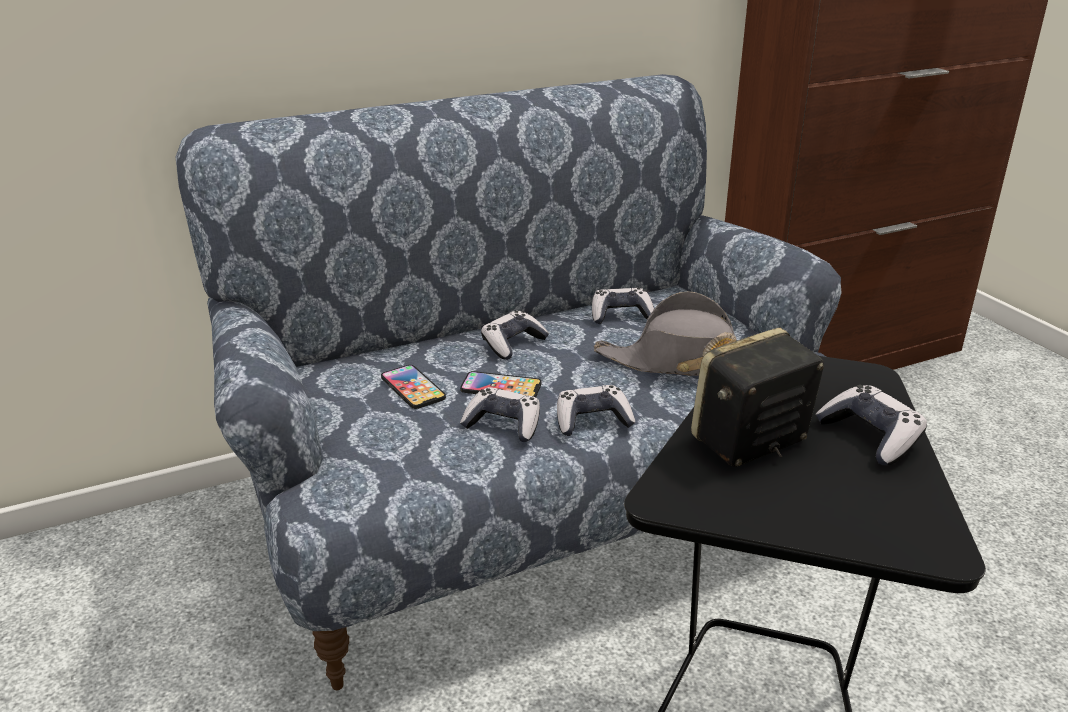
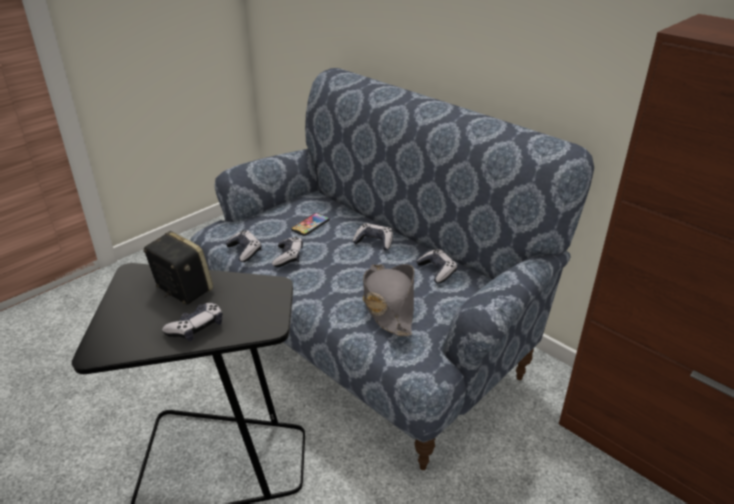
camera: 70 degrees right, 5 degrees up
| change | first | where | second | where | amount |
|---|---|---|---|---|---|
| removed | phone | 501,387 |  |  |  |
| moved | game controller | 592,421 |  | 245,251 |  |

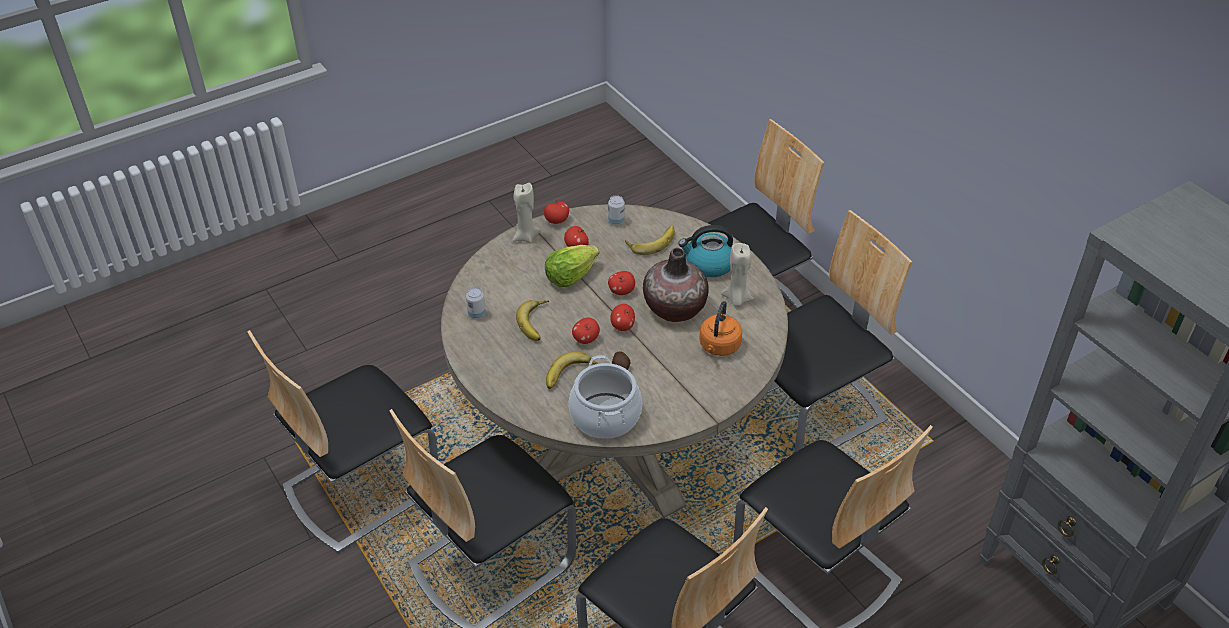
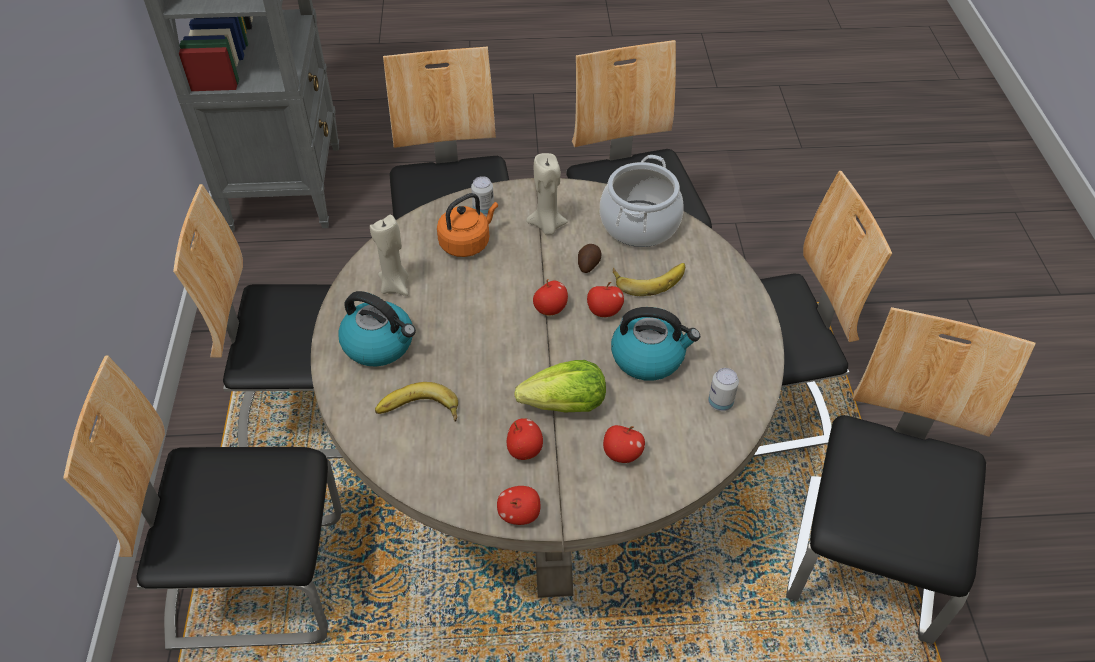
camera: 150 degrees left, 5 degrees up
| change | first | where | second | where | amount |
|---|---|---|---|---|---|
| removed | vase | 674,308 |  |  |  |
| moved | candle (beige) | 525,237 |  | 547,226 |  |
| moved | can | 616,221 |  | 483,210 |  |
| moved | apple | 621,291 |  | 622,454 |  |
| replaced | banana | 537,323 | kettle | 649,357 |  |
| turned | chair | 360,487 |  | 866,558 | 60 degrees counterclockwise |

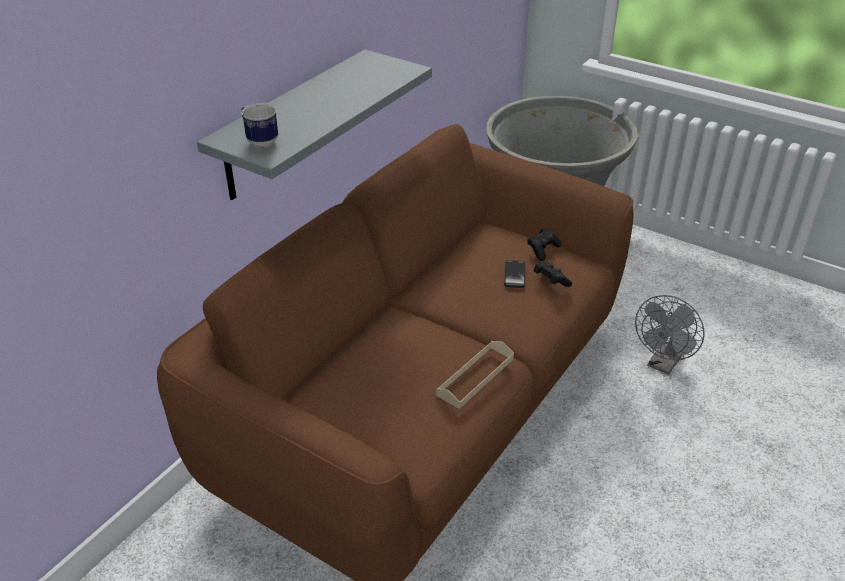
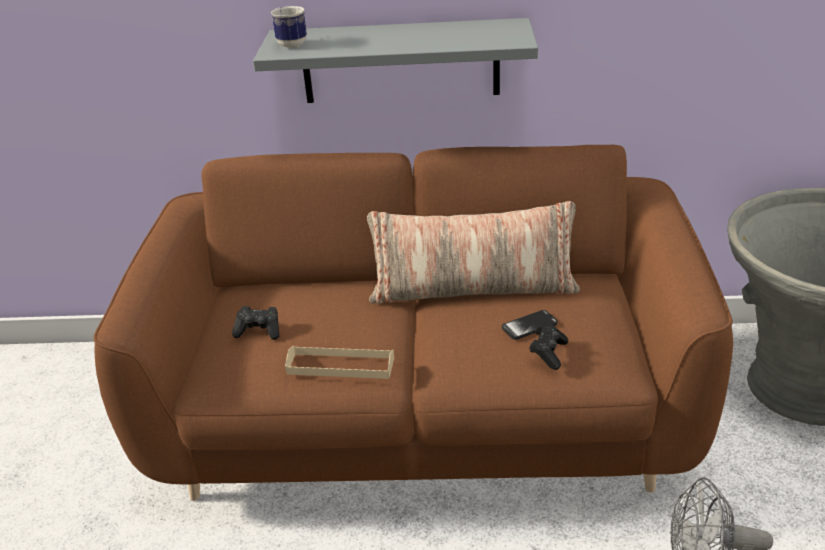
camera: 60 degrees right, 5 degrees down
| change | first | where | second | where | amount |
|---|---|---|---|---|---|
| added |  |  | pillow | 473,289 |  |
| moved | game controller (black) | 543,250 |  | 259,331 |  |

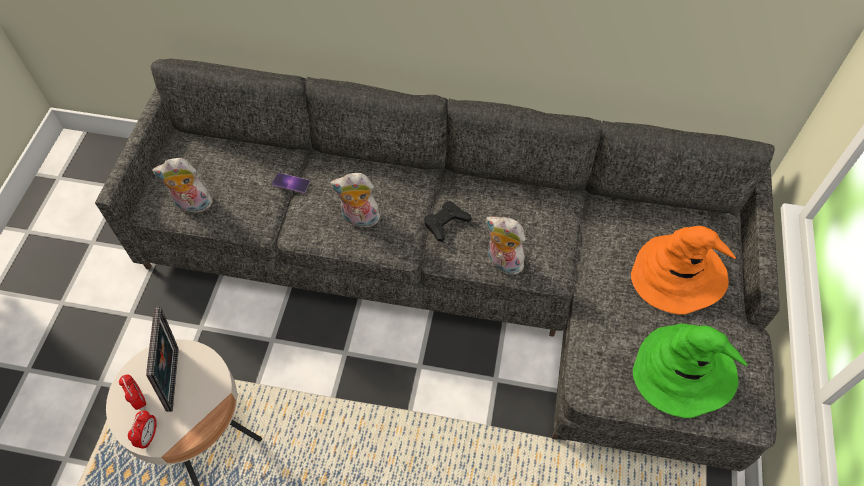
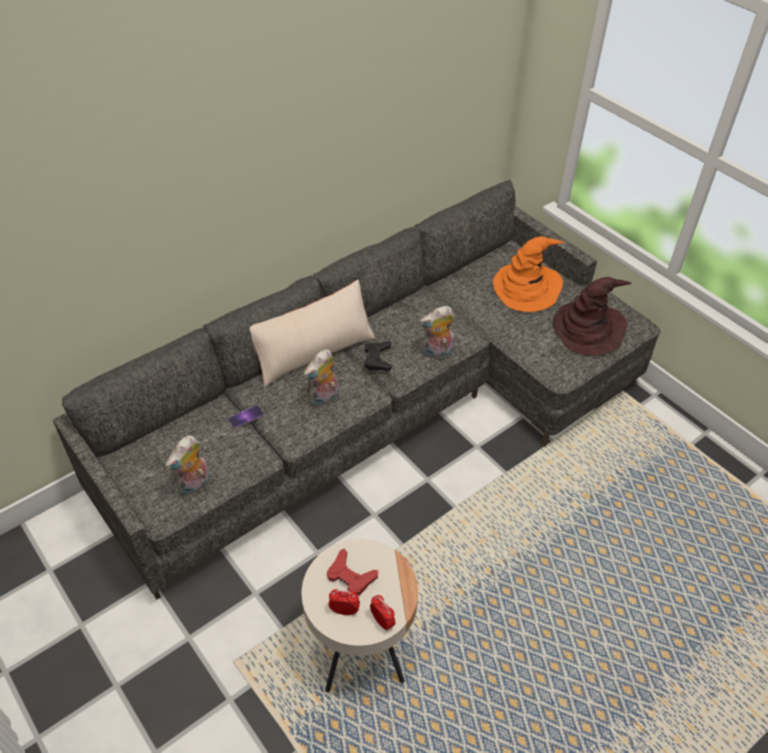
camera: 50 degrees left, 10 degrees down
| change | first | where | second | where | amount |
|---|---|---|---|---|---|
| added |  |  | pillow (beige) | 313,352 |  |
| replaced | picture frame | 177,379 | game controller (red) | 350,576 |  |
| recoloured | hat (green) | 683,371 | hat (brown) | 588,329 |  |

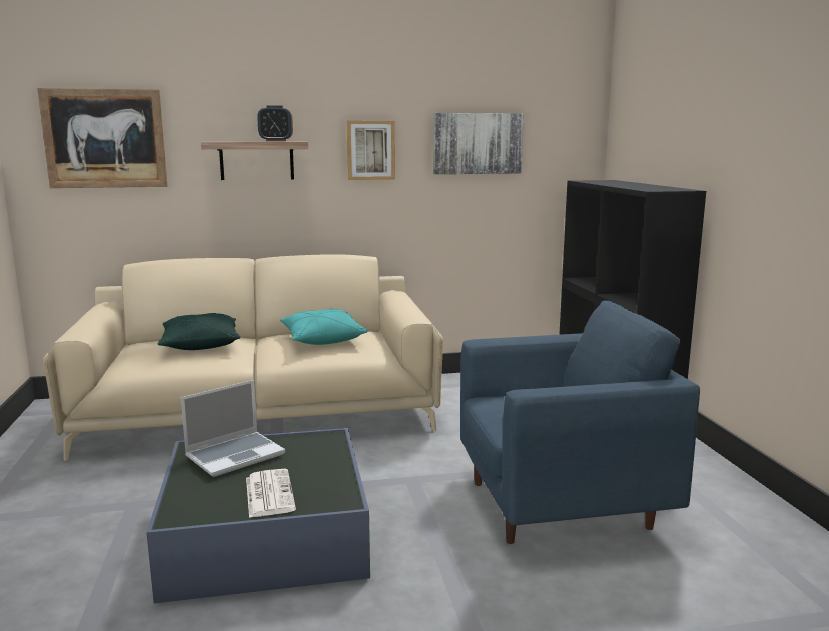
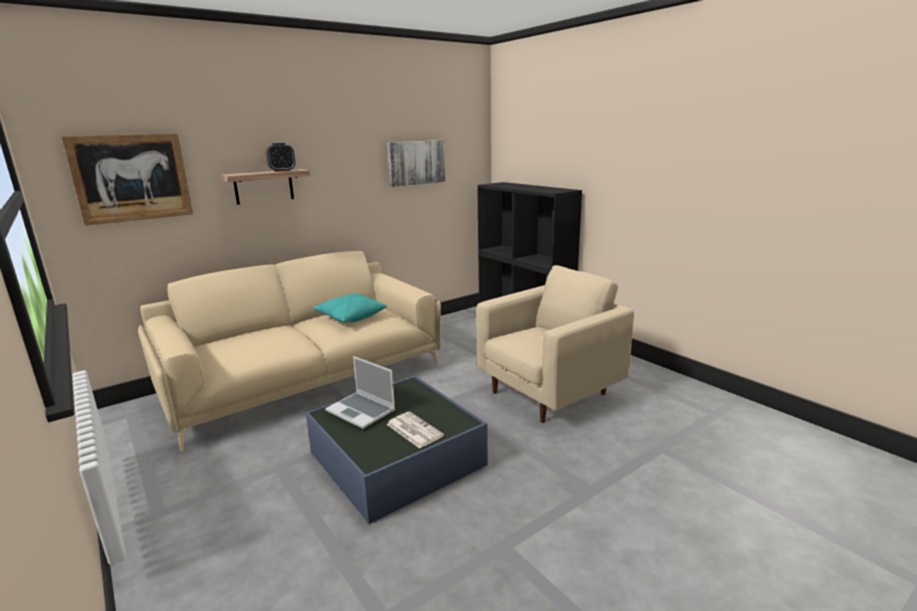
camera: 25 degrees left, 5 degrees up
| change | first | where | second | where | amount |
|---|---|---|---|---|---|
| removed | pillow (green) | 200,344 |  |  |  |
| removed | picture | 370,150 |  |  |  |
| recoloured | armchair (blue) | 559,505 | armchair (beige) | 549,393 |  |
| turned | laptop | 235,455 |  | 362,411 | 105 degrees clockwise |

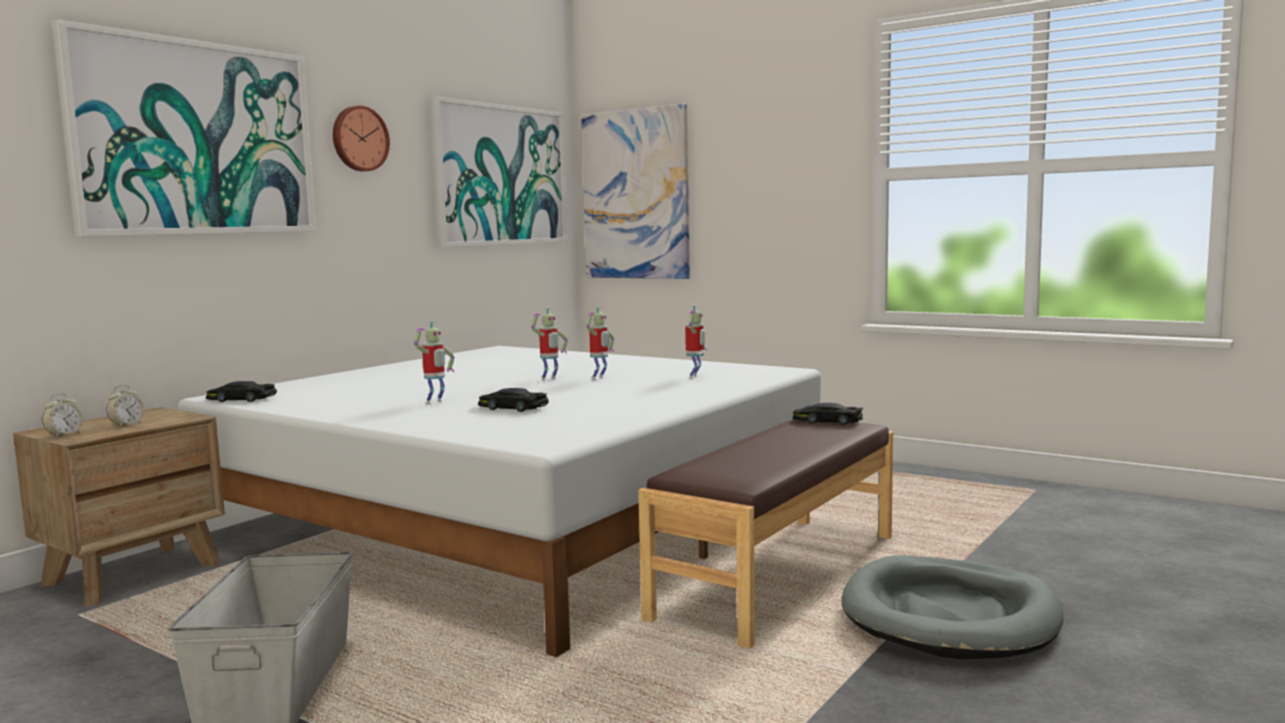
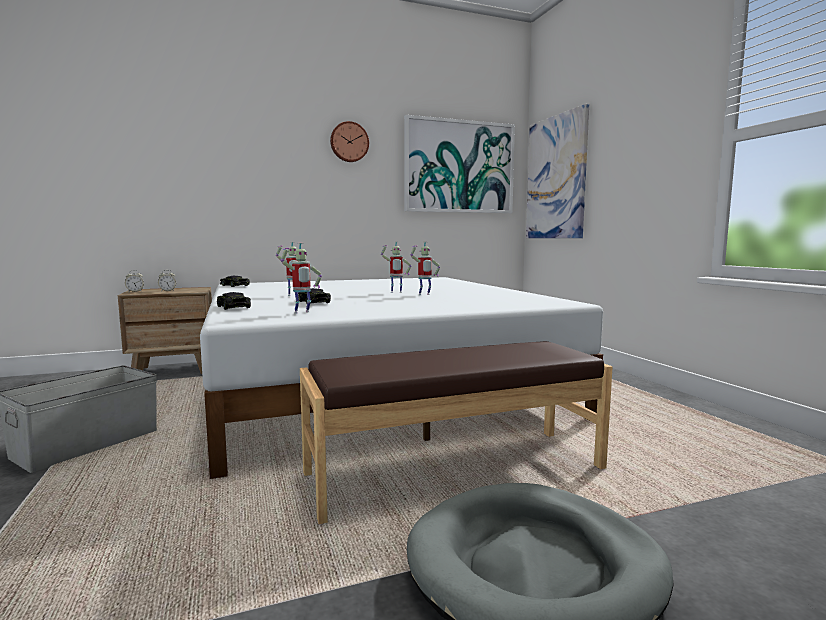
camera: 35 degrees right, 0 degrees up
| change | first | where | second | where | amount |
|---|---|---|---|---|---|
| removed | picture | 196,139 |  |  |  |
| moved | toy robot | 695,377 |  | 302,313 |  |
| moved | toy car (black) | 827,421 |  | 233,307 |  |

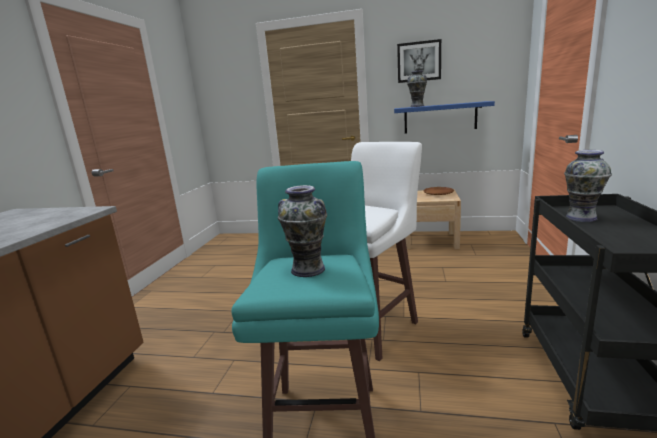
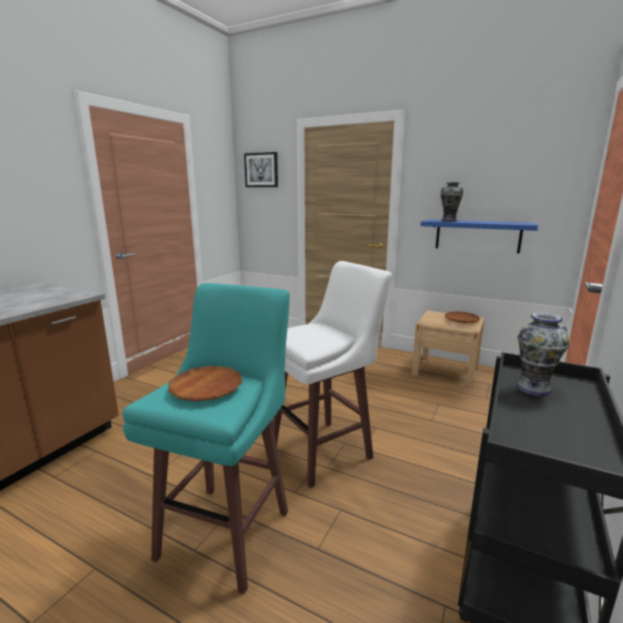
camera: 15 degrees right, 0 degrees up
| change | first | where | second | where | amount |
|---|---|---|---|---|---|
| moved | picture | 419,61 |  | 261,170 |  |
| replaced | vase | 308,270 | plate (brown) | 206,388 |  |

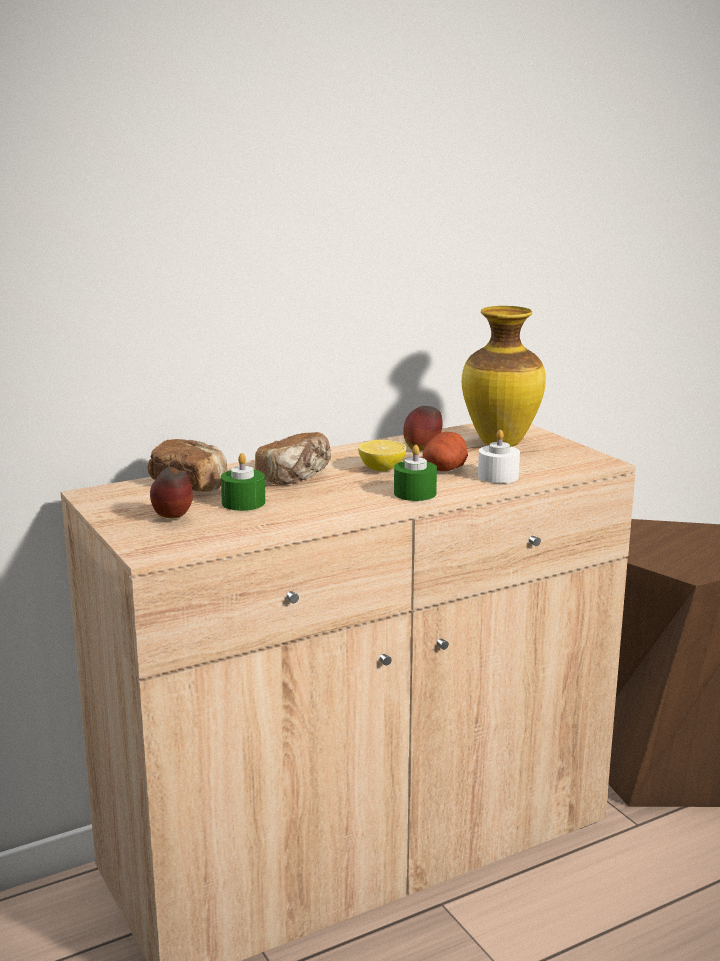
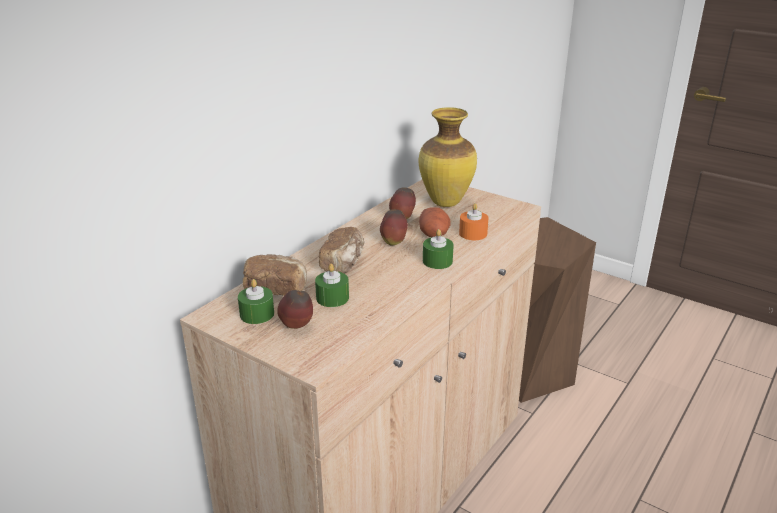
camera: 25 degrees left, 10 degrees up
| change | first | where | second | where | amount |
|---|---|---|---|---|---|
| added |  |  | candle (green) | 257,314 |  |
| replaced | lemon | 382,469 | apple | 393,242 |  |
| recoloured | candle (white) | 498,476 | candle (orange) | 473,233 |  |

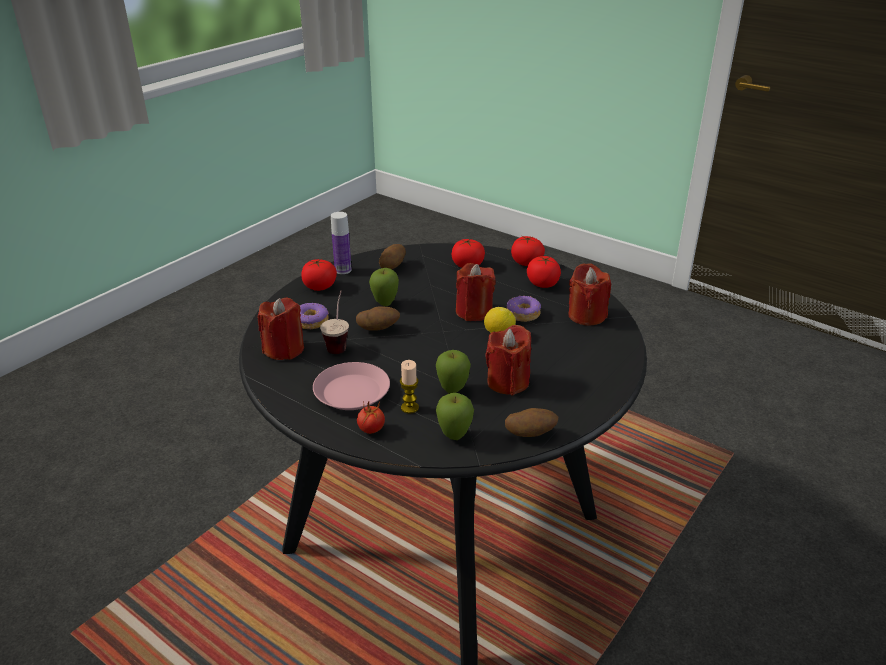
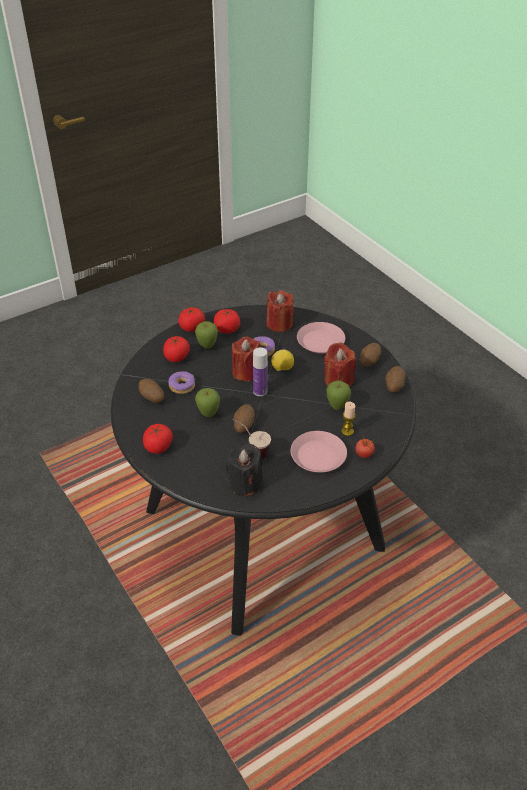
camera: 70 degrees left, 10 degrees up
| change | first | where | second | where | amount |
|---|---|---|---|---|---|
| added |  |  | plate (pink) | 320,342 |  |
| added |  |  | potato | 369,362 |  |
| moved | donut | 311,321 |  | 182,386 |  |
| moved | bottle | 343,270 |  | 260,391 |  |
| moved | apple | 454,436 |  | 207,347 |  |
| recoloured | candle (red) | 284,349 | candle (black) | 245,483 |  |

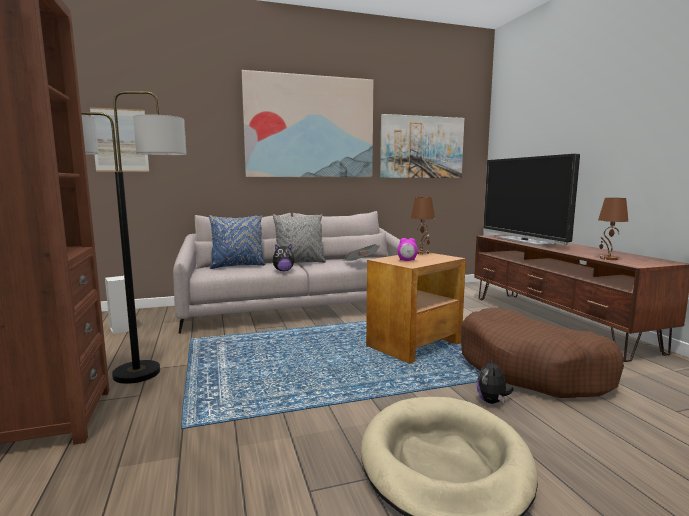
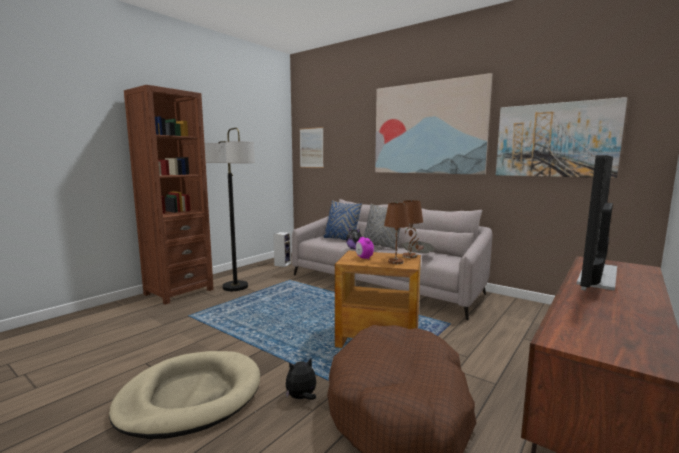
camera: 55 degrees right, 0 degrees up
| change | first | where | second | where | amount |
|---|---|---|---|---|---|
| moved | table lamp (brown) | 608,258 |  | 395,262 |  |

